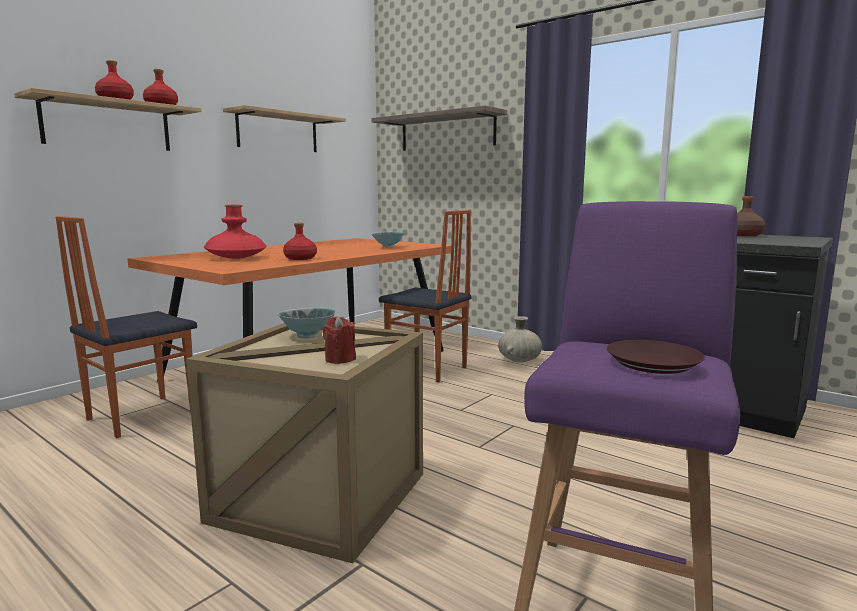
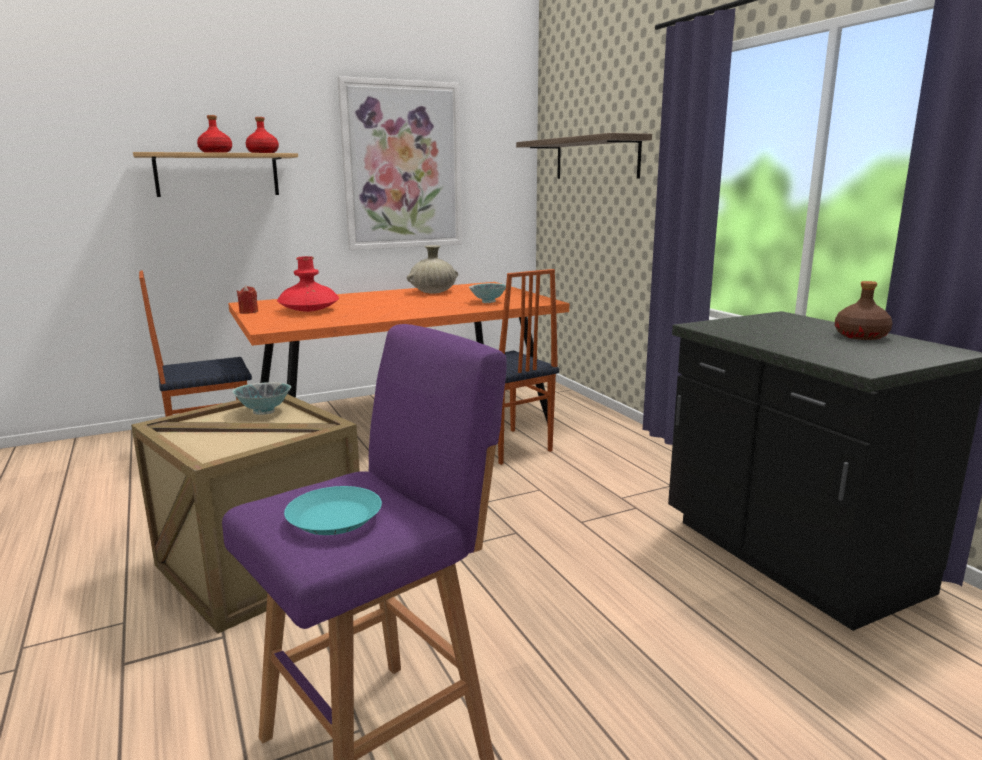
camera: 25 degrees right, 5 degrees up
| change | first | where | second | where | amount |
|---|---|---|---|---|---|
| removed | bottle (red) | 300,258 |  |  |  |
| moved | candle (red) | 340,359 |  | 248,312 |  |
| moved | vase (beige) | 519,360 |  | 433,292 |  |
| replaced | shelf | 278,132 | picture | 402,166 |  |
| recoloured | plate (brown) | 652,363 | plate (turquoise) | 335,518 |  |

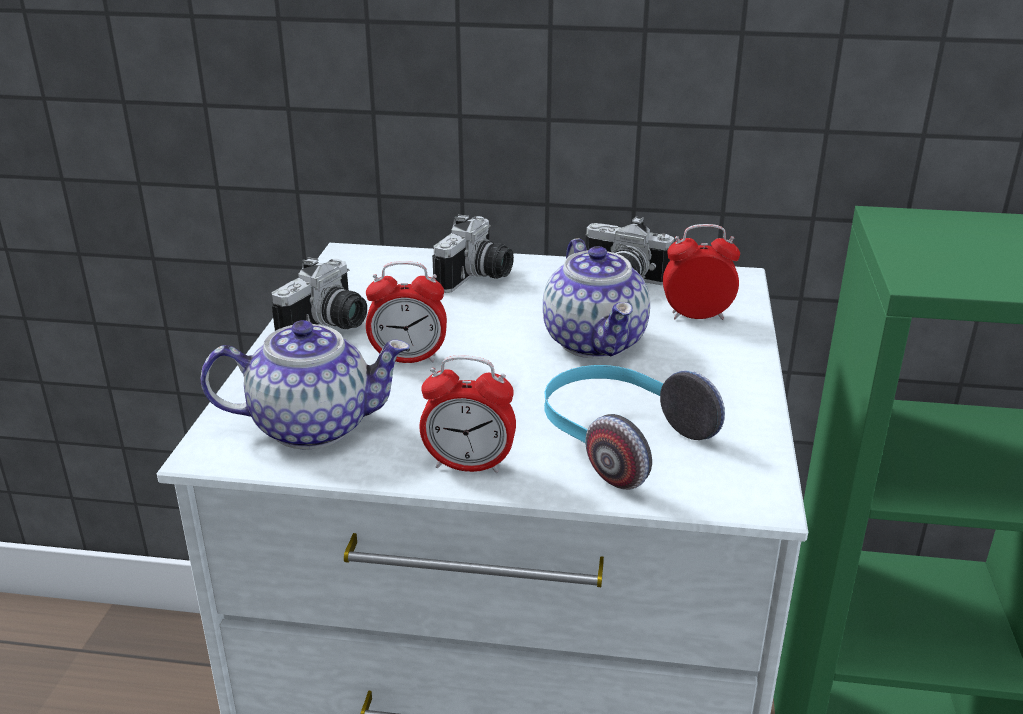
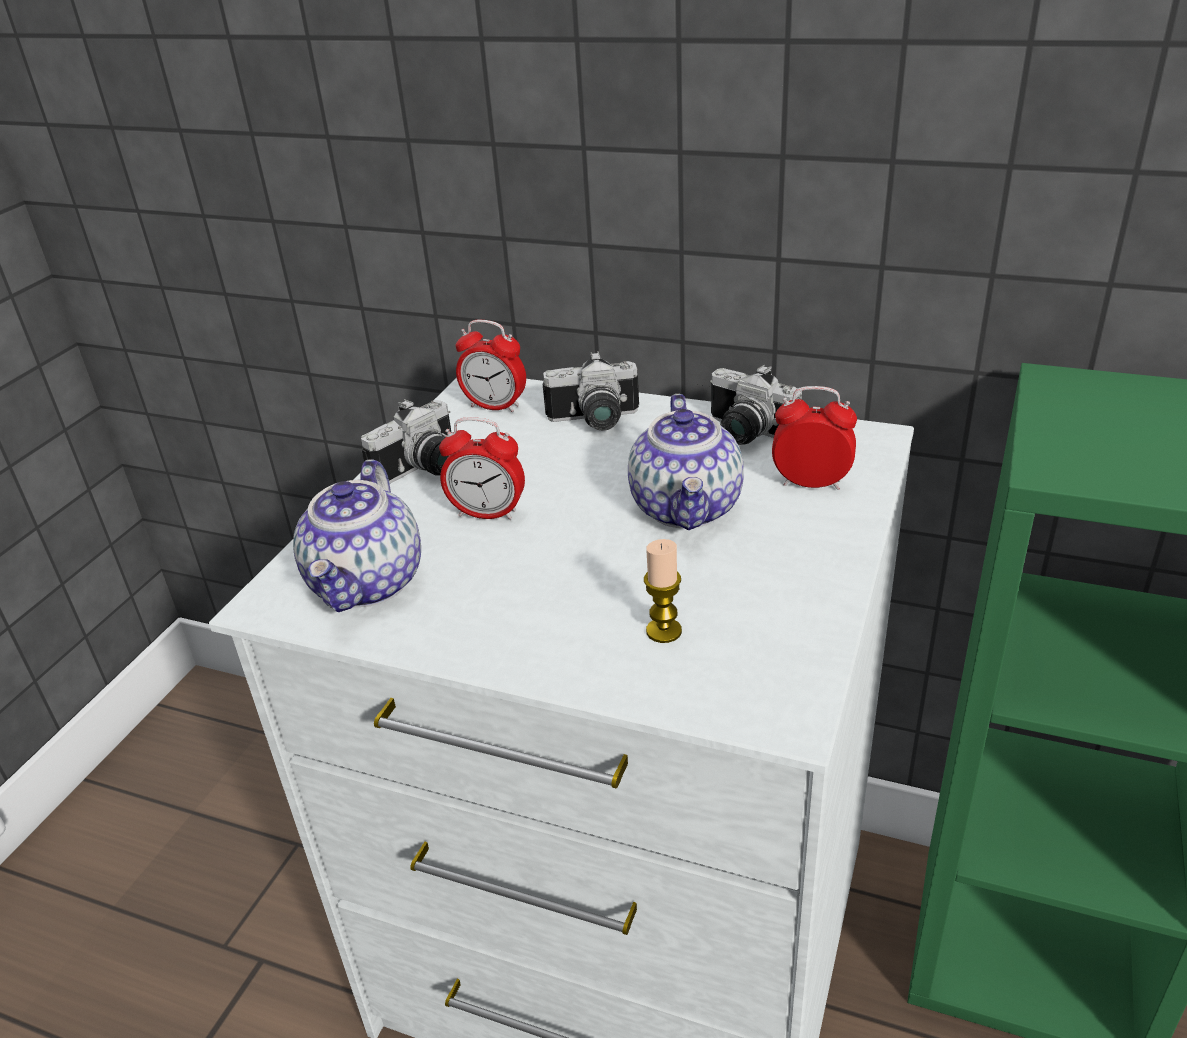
camera: 15 degrees right, 5 degrees up
| change | first | where | second | where | amount |
|---|---|---|---|---|---|
| moved | alarm clock | 469,465 |  | 495,406 |  |
| replaced | headphones | 618,441 | candle | 664,631 |  |
| turned | teapot | 314,425 |  | 368,583 | 90 degrees clockwise |
| turned | photo camera | 478,278 |  | 594,422 | 45 degrees clockwise |

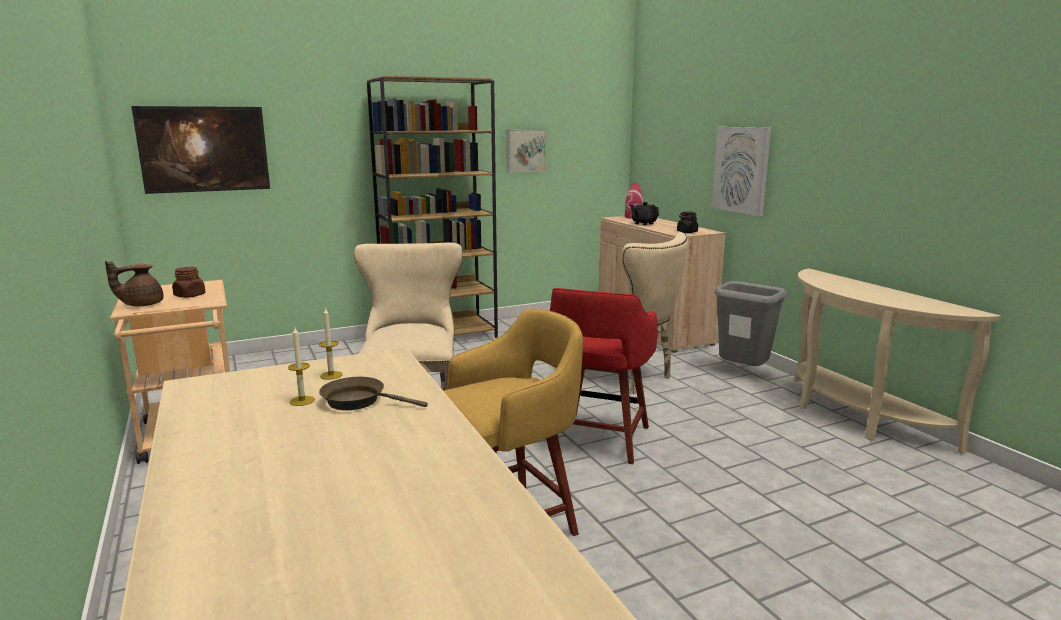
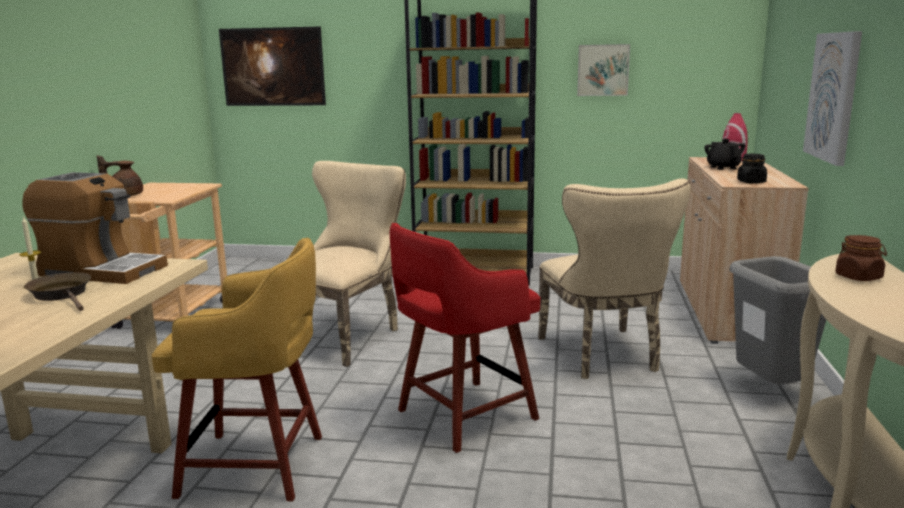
camera: 35 degrees right, 0 degrees up
| change | first | where | second | where | amount |
|---|---|---|---|---|---|
| moved | jar (brown) | 190,295 |  | 858,277 |  |
| replaced | candle | 331,375 | coffee machine | 101,271 |  |

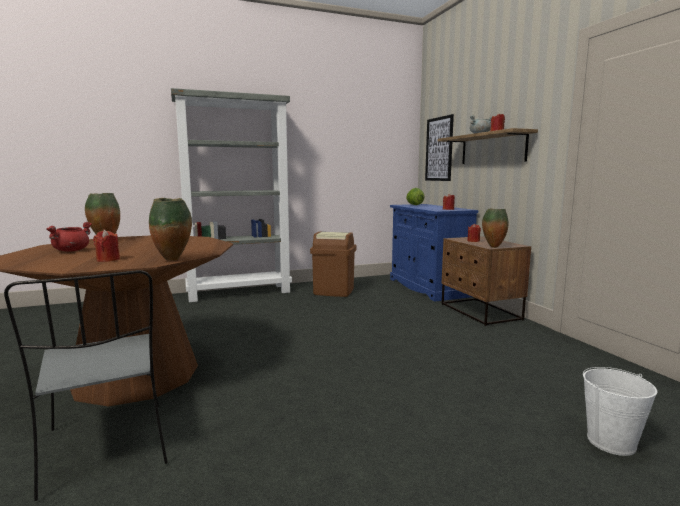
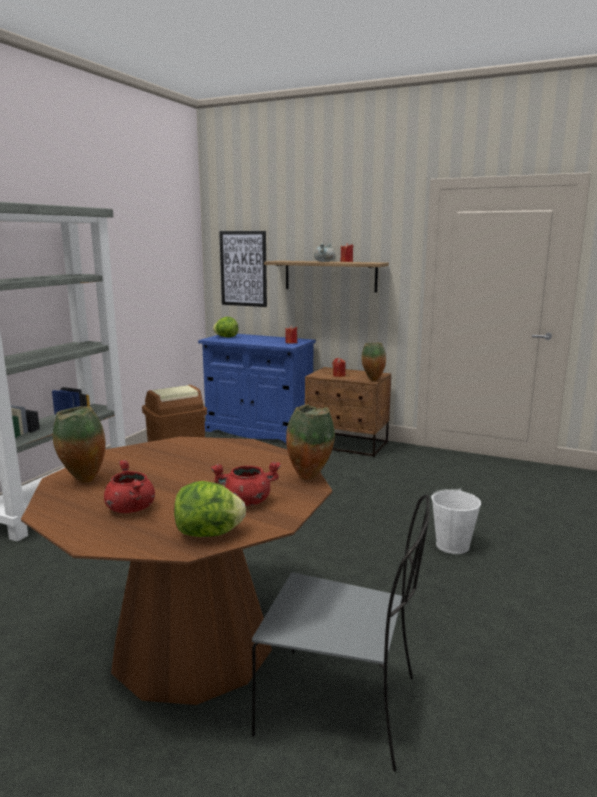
camera: 45 degrees left, 5 degrees up
| change | first | where | second | where | amount |
|---|---|---|---|---|---|
| added |  |  | lettuce | 209,534 |  |
| moved | bucket (white) | 611,442 |  | 452,545 |  |
| replaced | candle (red) | 108,260 | cooking pot (red) | 247,501 |  |

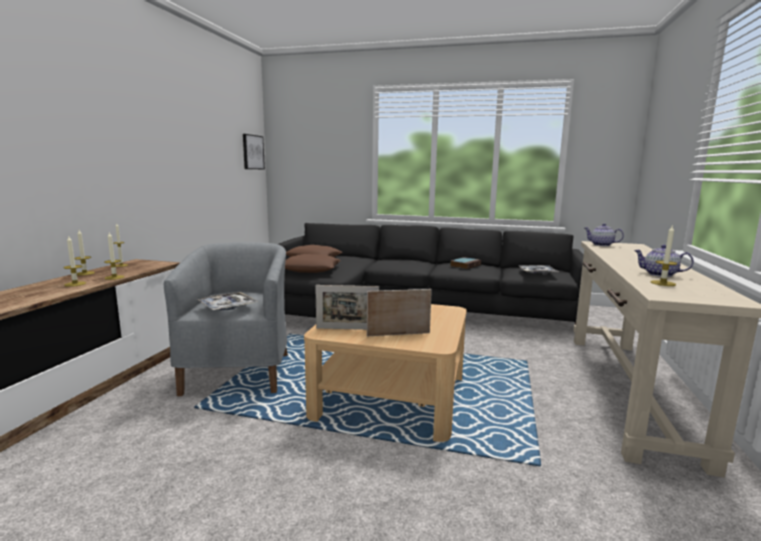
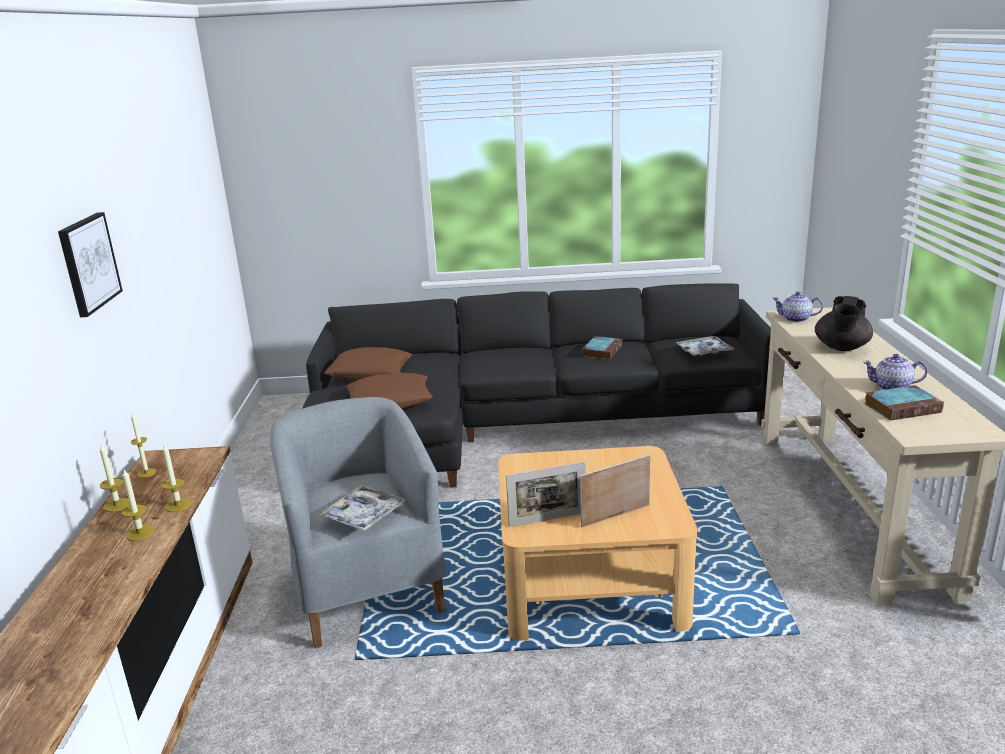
camera: 15 degrees left, 10 degrees up
| change | first | where | second | where | amount |
|---|---|---|---|---|---|
| added |  |  | teapot (black) | 841,348 |  |
| moved | picture | 252,152 |  | 88,263 |  |
| replaced | candle | 663,283 | book | 903,407 |  |

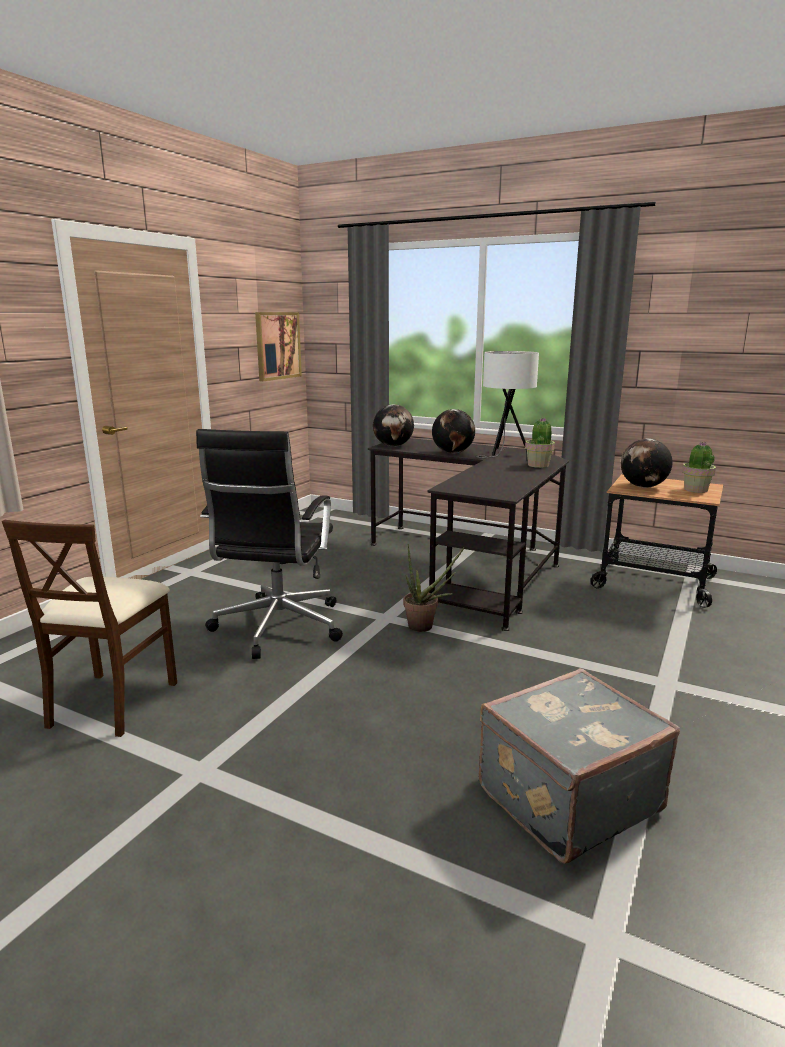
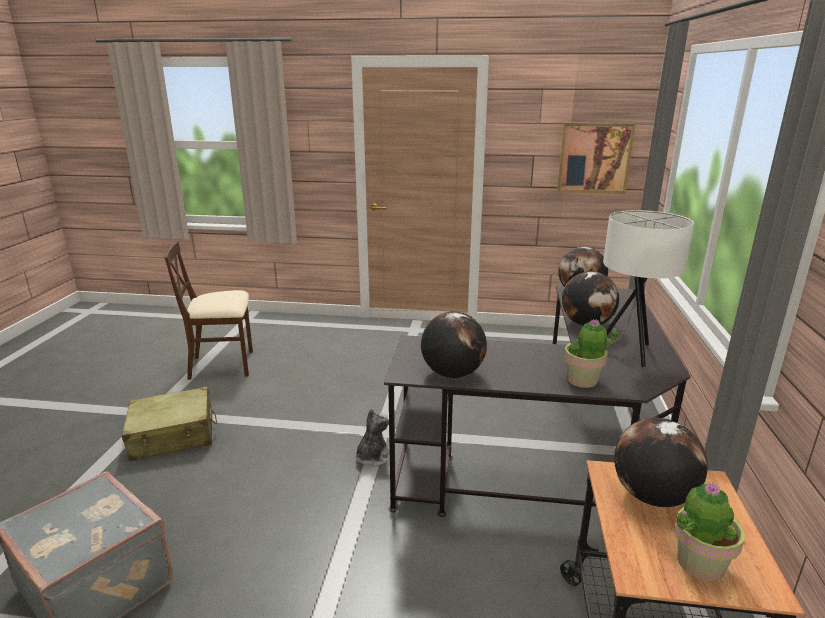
camera: 70 degrees right, 5 degrees up
| change | first | where | second | where | amount |
|---|---|---|---|---|---|
| removed | office chair (black) | 277,628 |  |  |  |
| added |  |  | suitcase (beige) | 173,435 |  |
| added |  |  | globe | 452,374 |  |
| replaced | potted plant | 425,627 | plush toy | 372,457 |  |

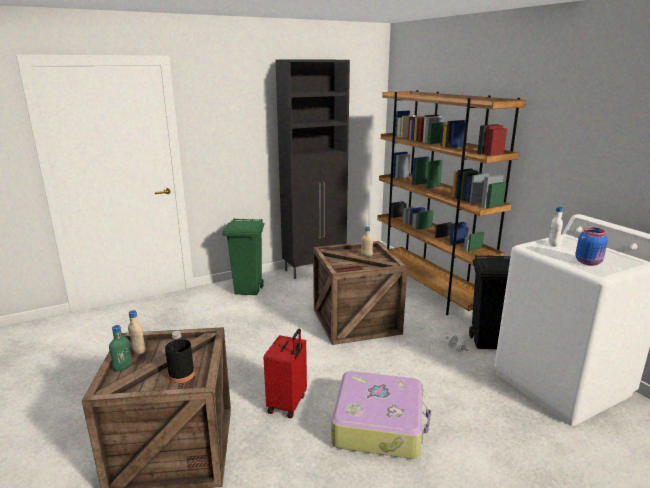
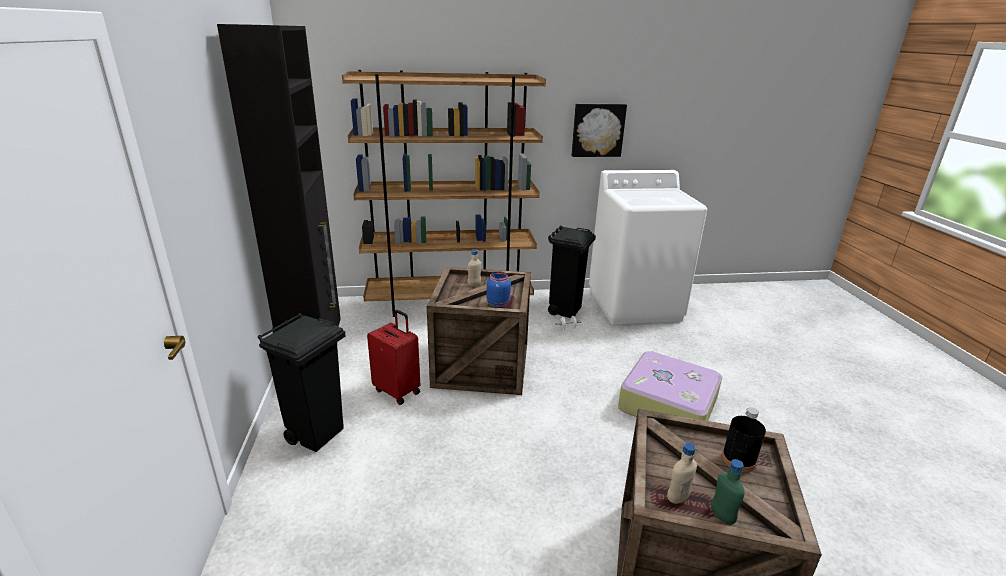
camera: 70 degrees left, 5 degrees up
| change | first | where | second | where | amount |
|---|---|---|---|---|---|
| removed | bottle (white) | 553,244 |  |  |  |
| added |  |  | picture | 597,130 |  |
| moved | suitcase (red) | 288,404 |  | 398,391 |  |
| moved | jar (blue) | 589,262 |  | 498,303 |  |
| recoloured | trash can (green) | 248,290 | trash can (black) | 317,434 |  |

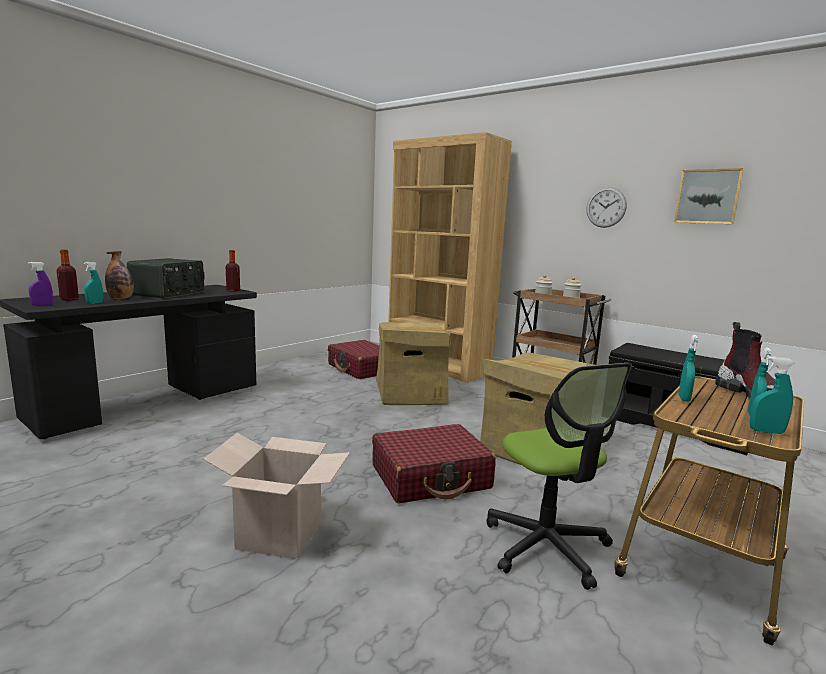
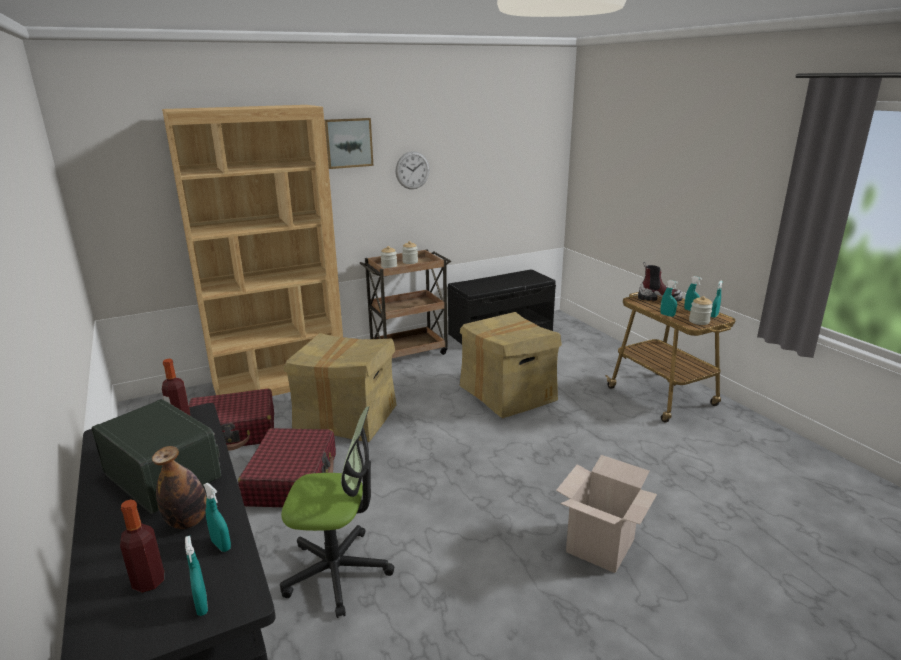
camera: 65 degrees left, 10 degrees up
| change | first | where | second | where | amount |
|---|---|---|---|---|---|
| added |  |  | jar | 699,321 |  |
| moved | suitcase (red) | 431,477 |  | 292,479 |  |
| moved | office chair | 546,546 |  | 337,571 |  |
| moved | picture | 708,196 |  | 348,143 |  |
| recoloured | spray bottle (purple) | 42,305 | spray bottle (turquoise) | 202,605 |  |

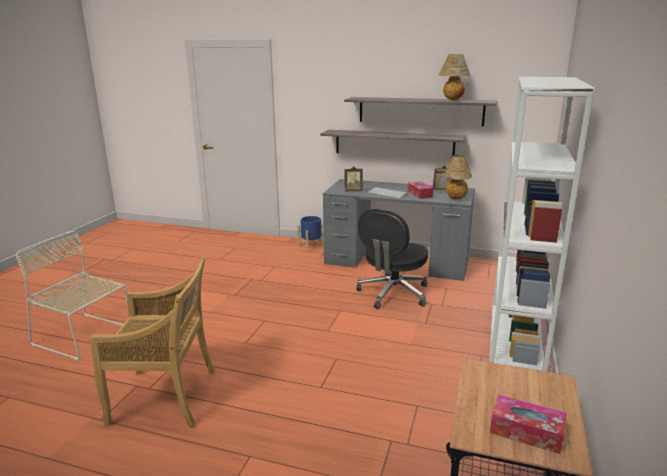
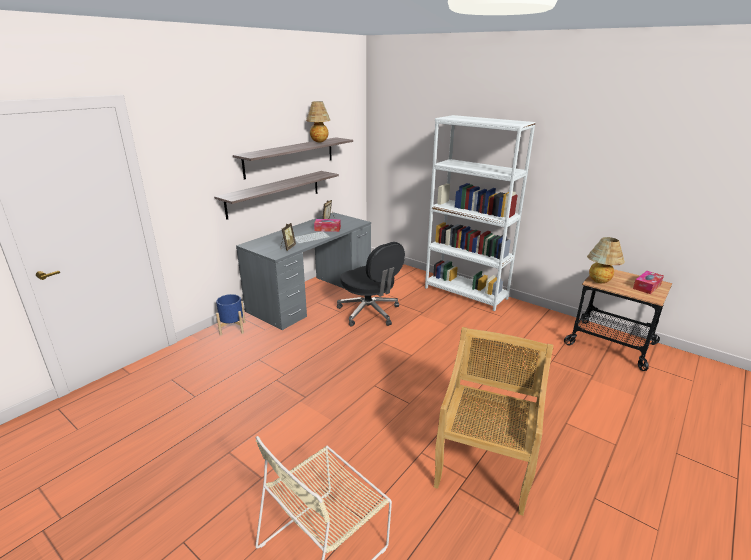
camera: 70 degrees left, 5 degrees up
| change | first | where | second | where | amount |
|---|---|---|---|---|---|
| moved | table lamp | 456,199 |  | 600,282 |  |

